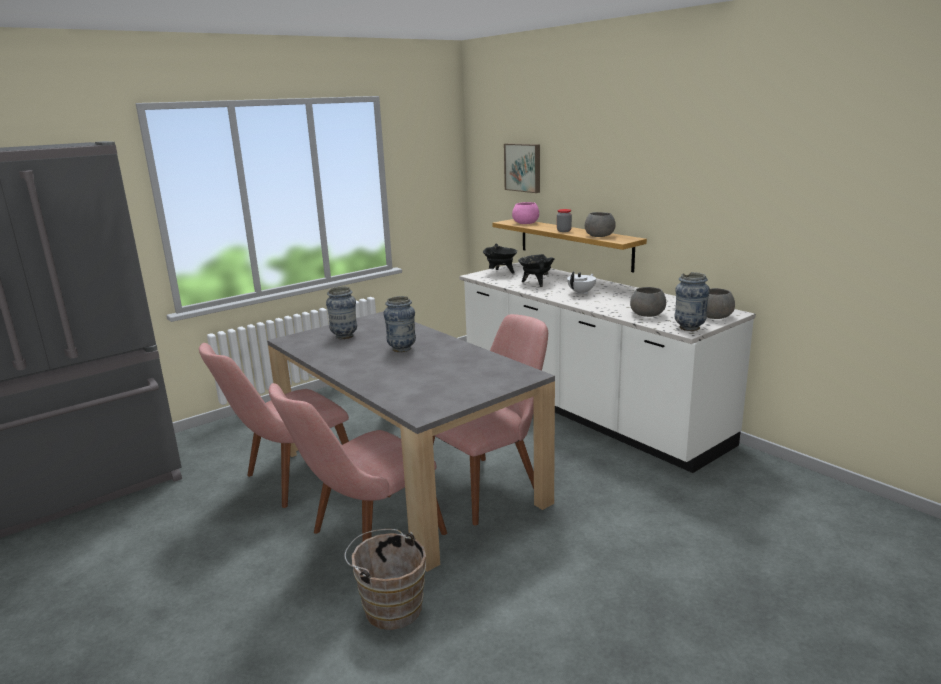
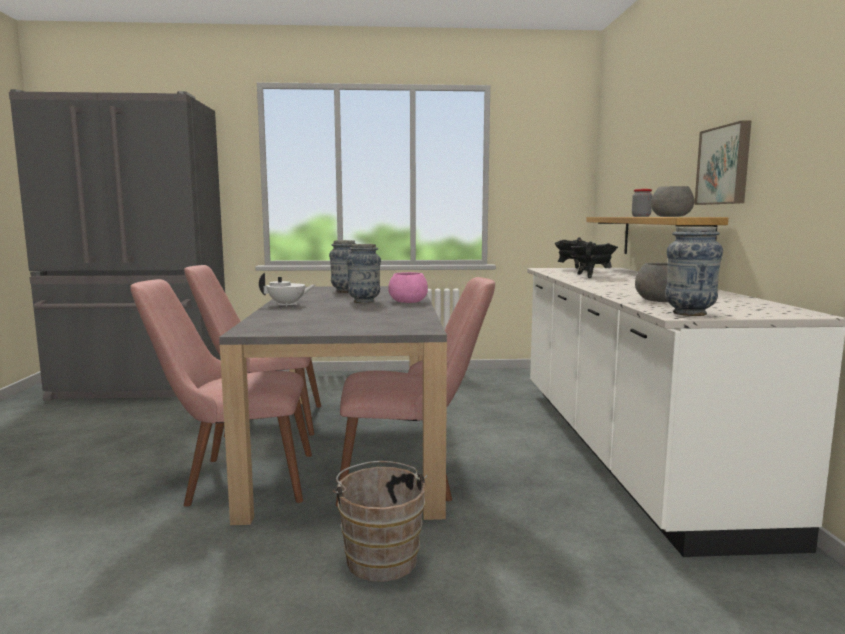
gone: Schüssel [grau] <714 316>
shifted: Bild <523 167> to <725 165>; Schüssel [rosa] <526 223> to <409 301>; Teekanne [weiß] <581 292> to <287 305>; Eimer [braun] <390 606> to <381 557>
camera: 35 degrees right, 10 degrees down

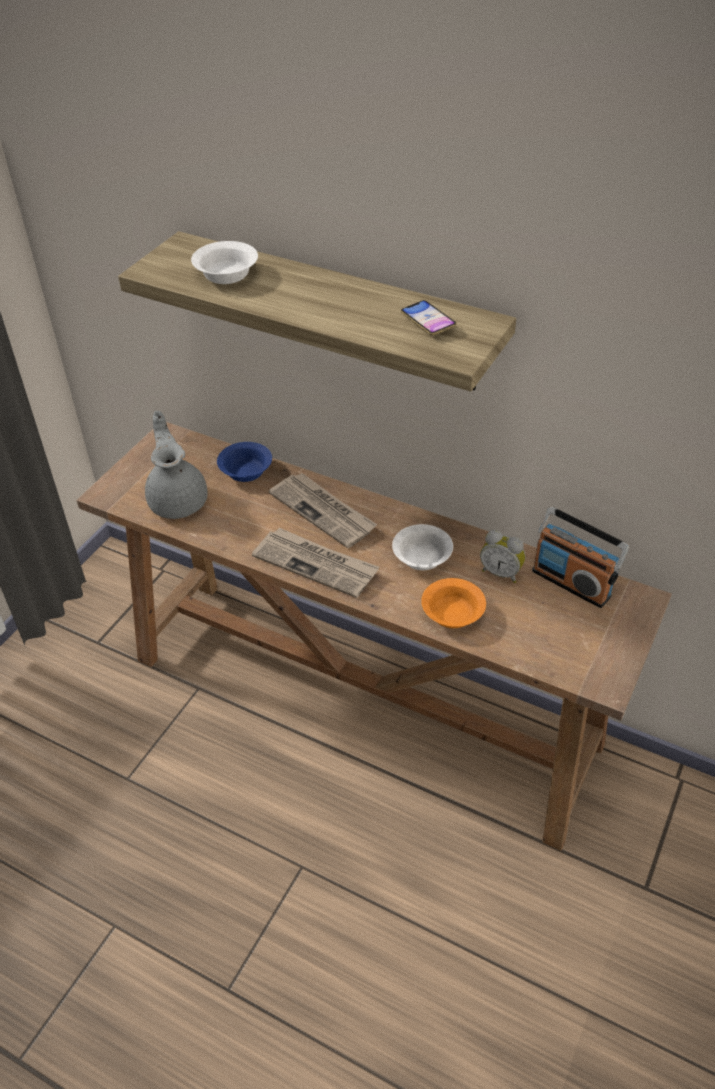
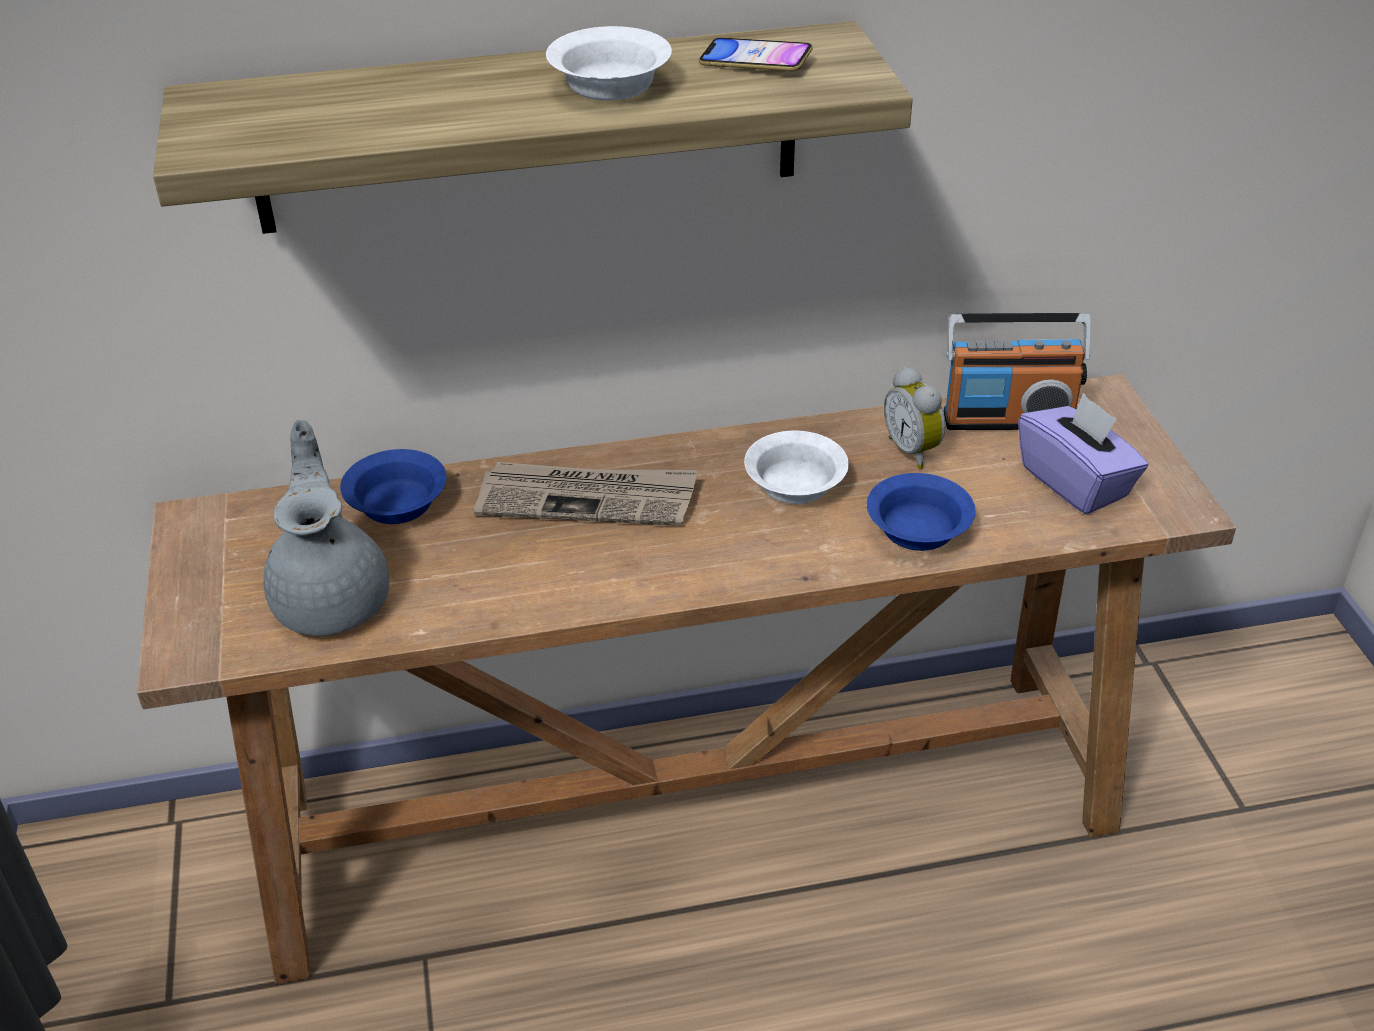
gone: Zeitung <316 564>
new: Taschentuchbox [lila] <1075 482>
shifted: Schüssel [weiß] <228 274> to <611 84>
repainted: Schüssel [orange] <453 615> to Schüssel [blau] <920 531>
rotated: Teekanne [grau] <178 500> = <333 598> 45 degrees clockwise; Wecker <501 572> = <914 450> 75 degrees clockwise
camera: 40 degrees left, 5 degrees down

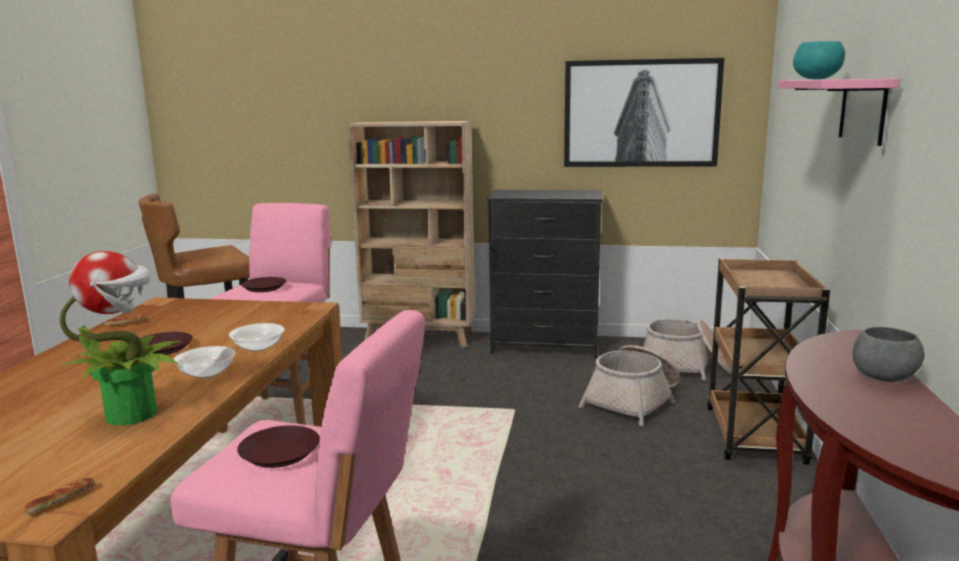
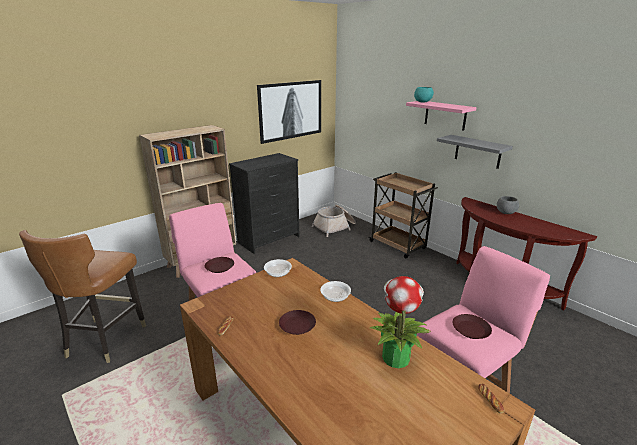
gone: Korb <633 401>
new: Wandregal [grau] <478 151>
shifted: Schüssel <206 373> to <278 273>
camera: 50 degrees left, 10 degrees up

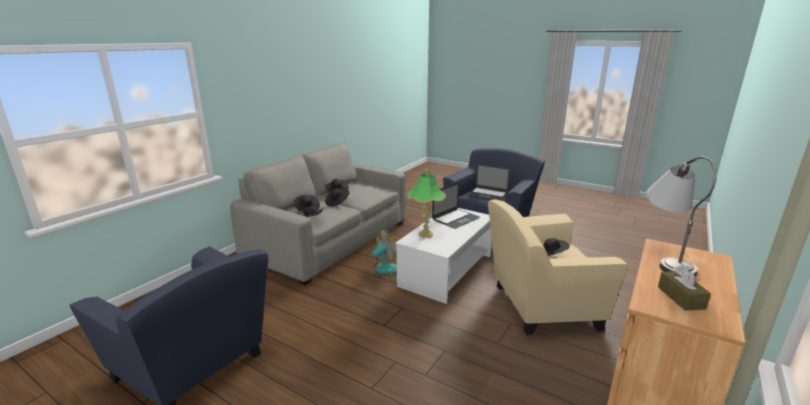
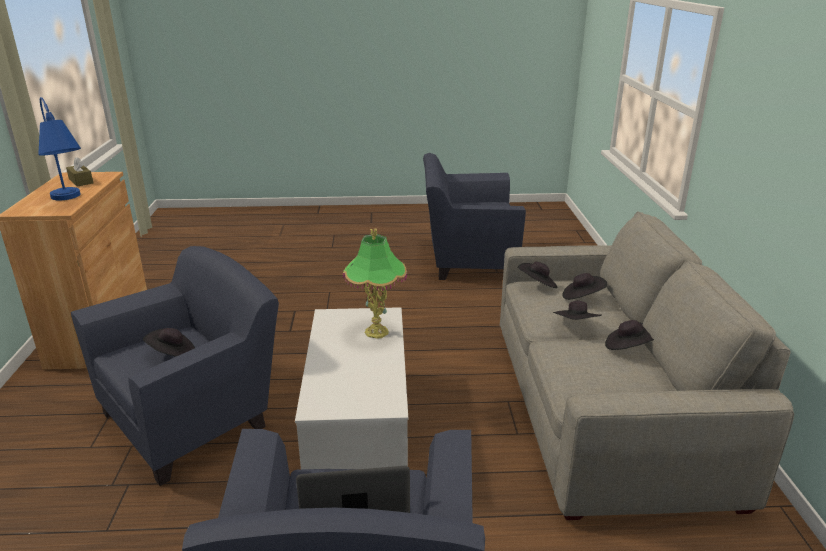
gone: Laptop <455 218>; Ventilator <382 271>
repainted: Tischlampe [grau] <664 259> to Tischlampe [blau] <69 201>; Sessel [beige] <539 306> to Sessel [blau] <193 417>
camera: 145 degrees right, 5 degrees up

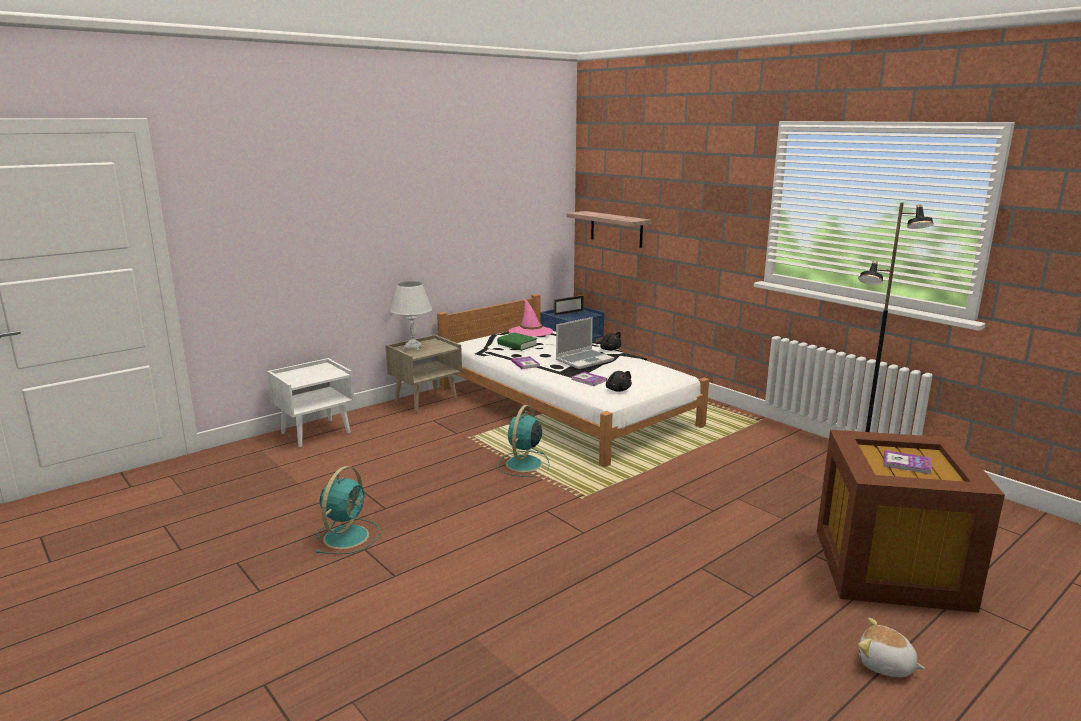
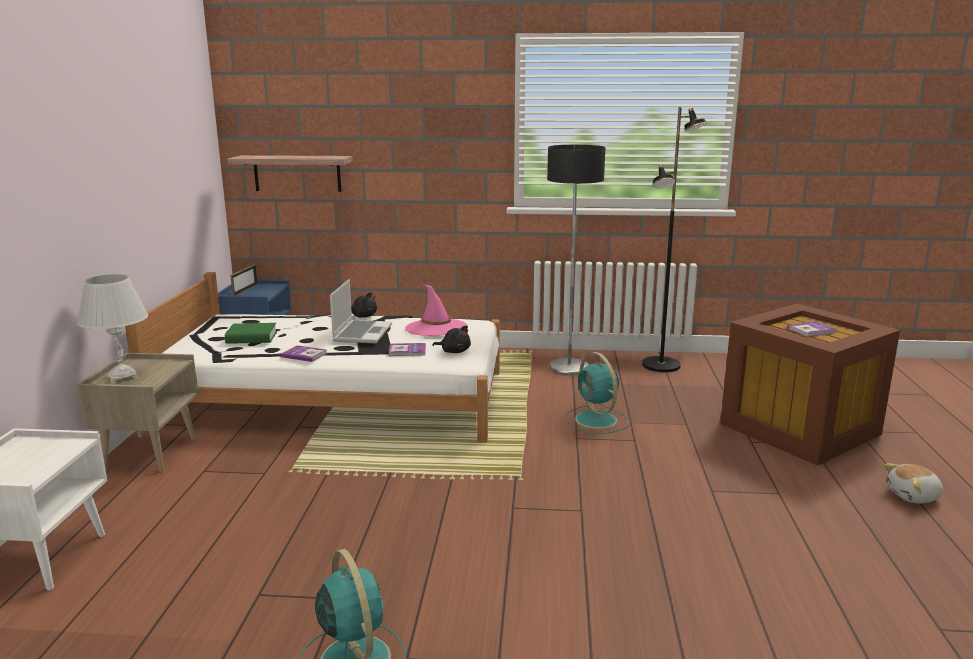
new: Stehlampe <569 368>
shifted: Hut [rosa] <530 332> to <436 328>; Ventilator [türkis] <523 464> to <597 420>
camera: 45 degrees left, 0 degrees up

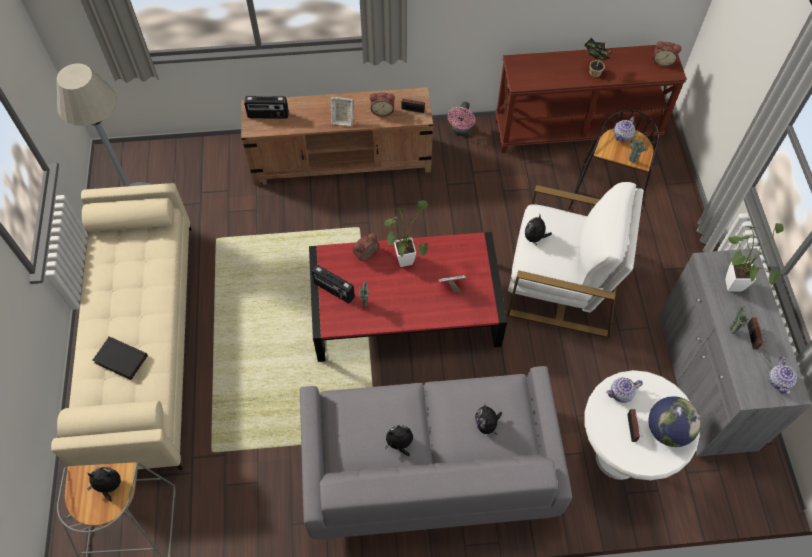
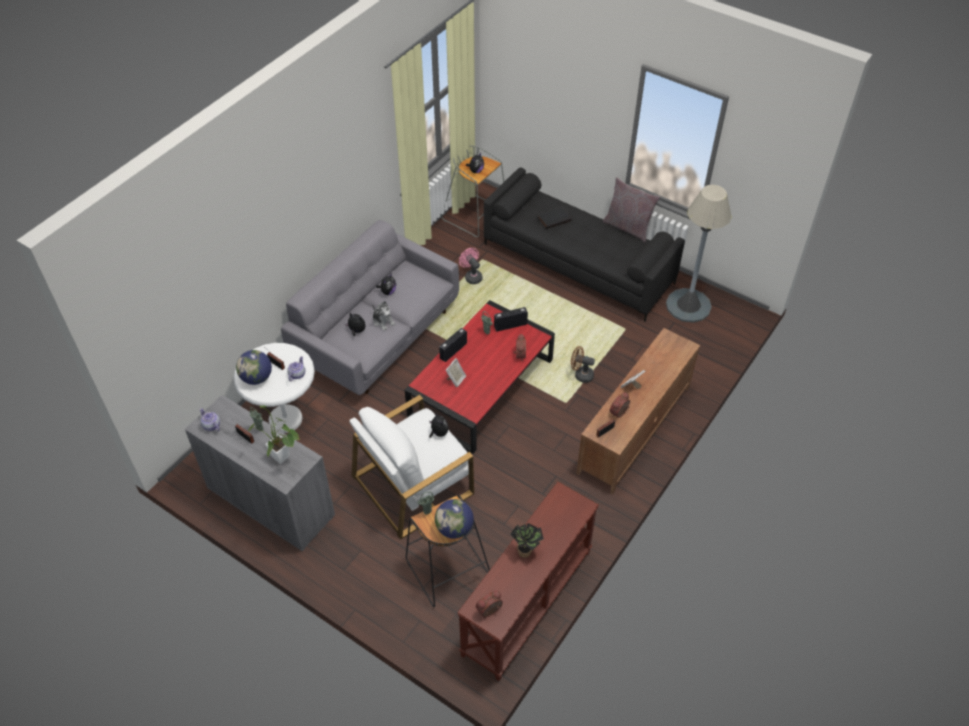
gone: Topfpflanze <404 257>
new: Kissen [grau] <628 227>; Plüschtier <383 321>; Ventilator [braun] <581 375>
shifted: Radio <268 115> to <453 351>; Ventilator [rosa] <461 131> to <471 276>
swapped: Teekanne <623 135> to Globus <454 528>
repainted: Sofa [beige] <141 343> to Sofa [schwarz] <579 263>
camera: 130 degrees right, 10 degrees down

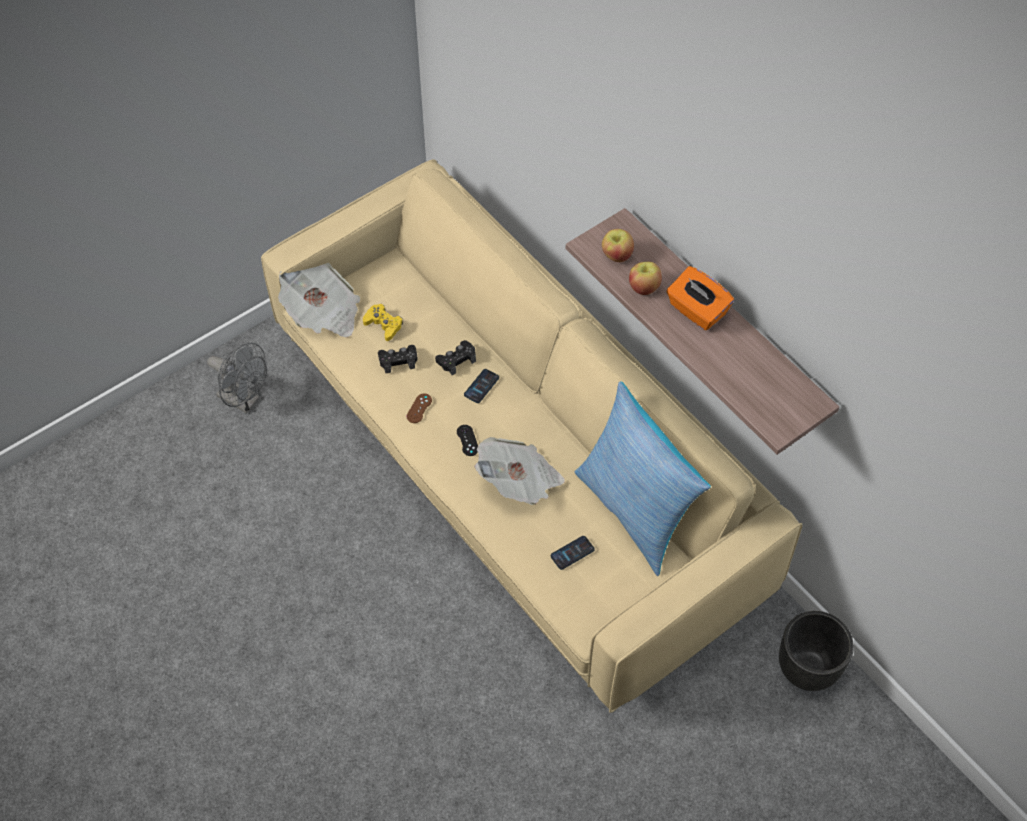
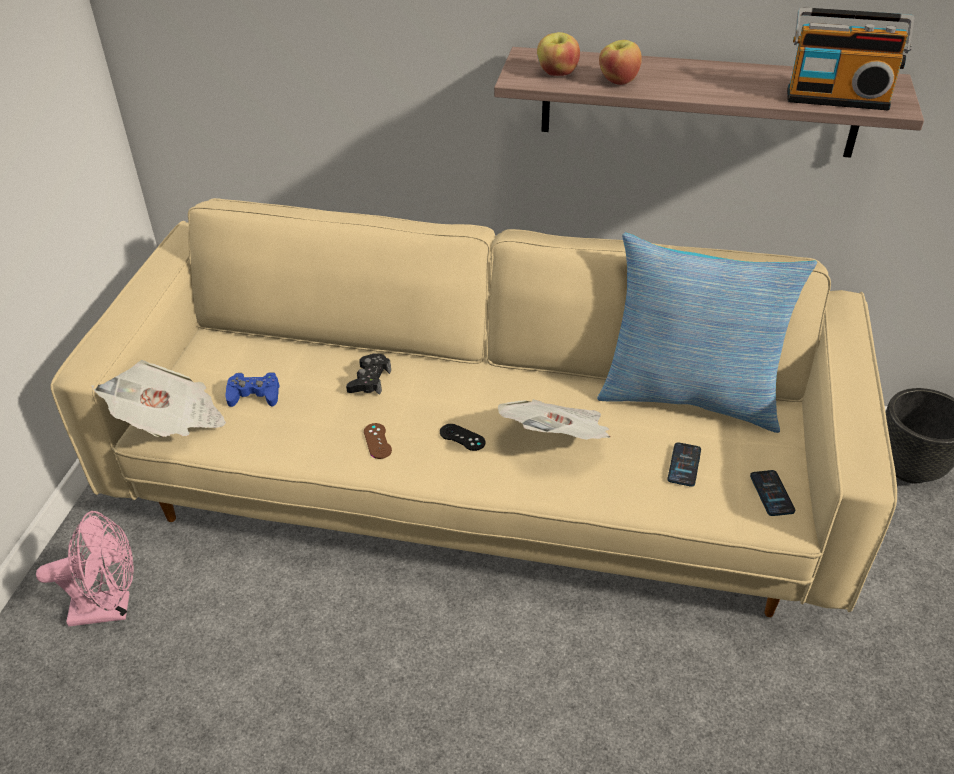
gone: Taschentuchbox [orange] <697 311>; Gamepad [schwarz] <398 361>
new: Radio <837 98>
shifted: Handy <481 386> to <771 493>
repainted: Gamepad [gelb] <383 325> to Gamepad [blau] <254 395>; Ventilator [grau] <244 400> to Ventilator [rosa] <110 608>
camera: 40 degrees left, 15 degrees down

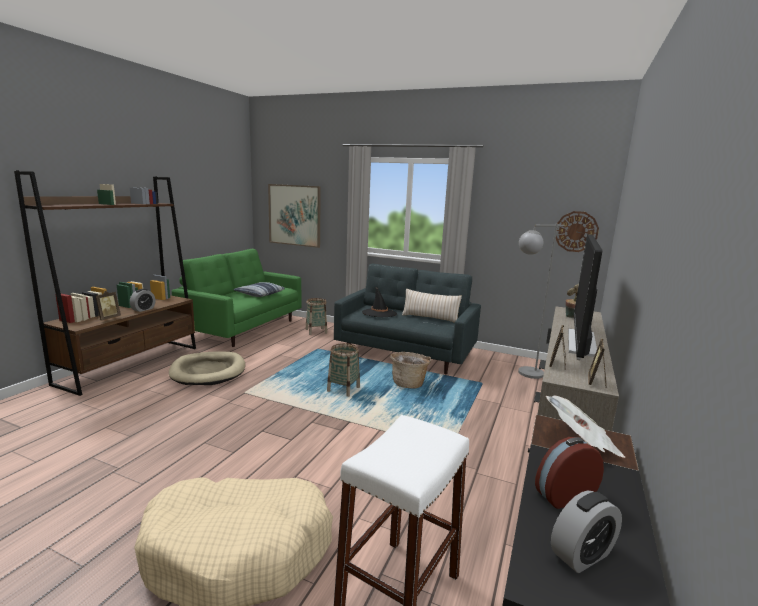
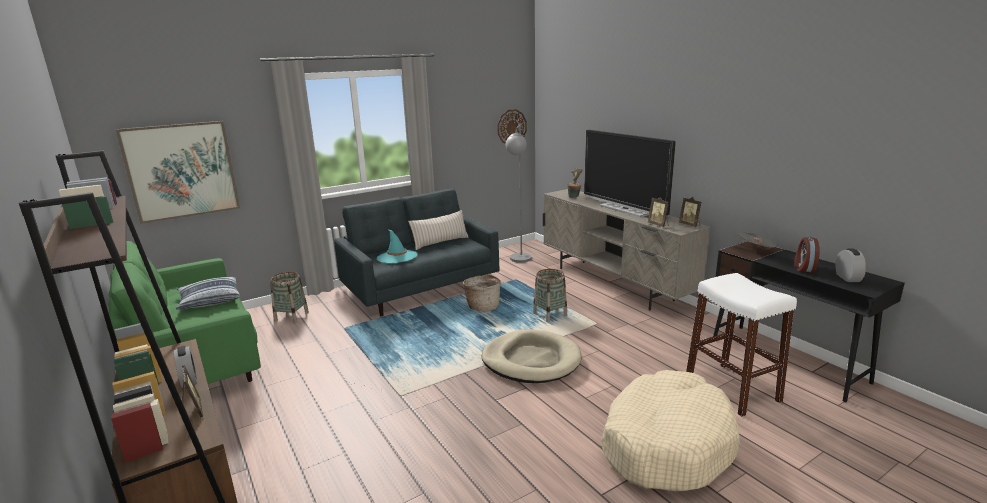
shifted: Korb <343 389> to <550 315>; Hundebett [beige] <208 371> to <531 360>
repainted: Hut [schwarz] <379 313> to Hut [türkis] <397 257>
camera: 55 degrees left, 5 degrees up

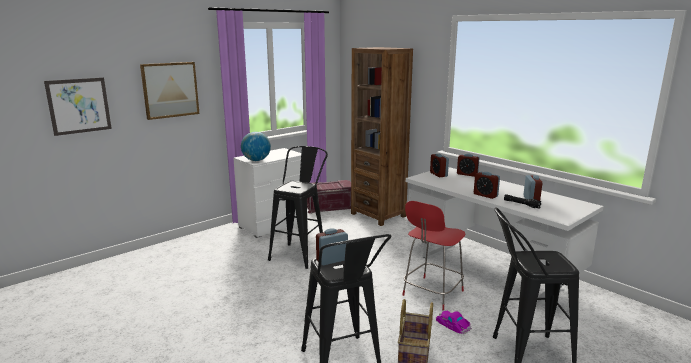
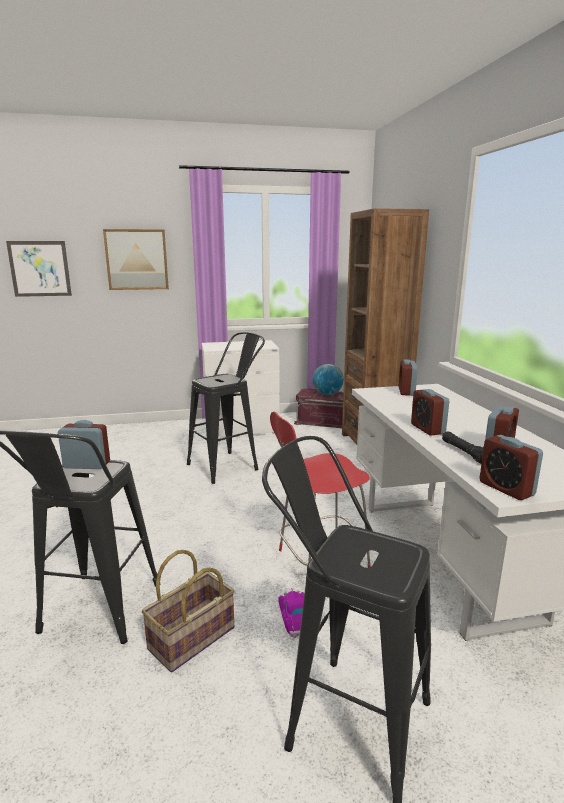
shifted: Globus <256 160> to <327 394>; Wecker <467 174> to <506 488>
camera: 30 degrees right, 0 degrees up

